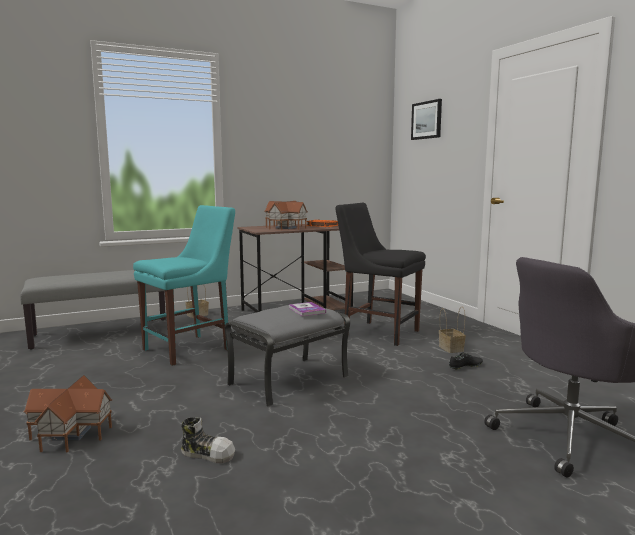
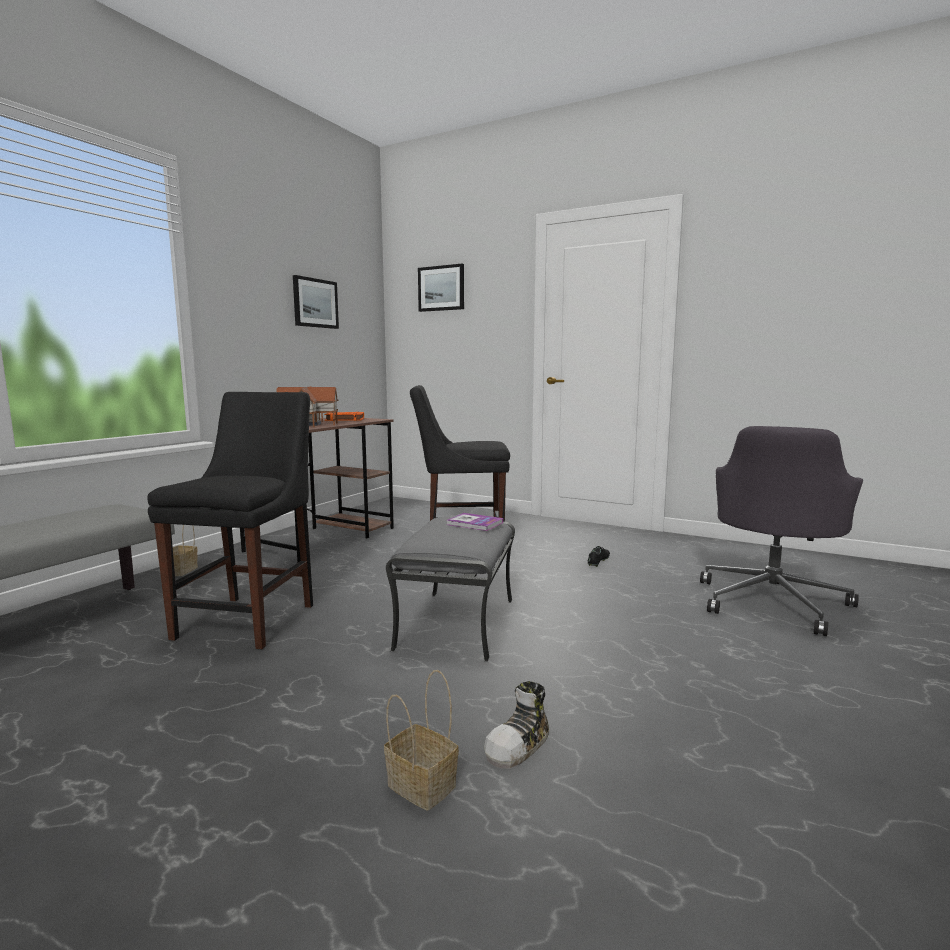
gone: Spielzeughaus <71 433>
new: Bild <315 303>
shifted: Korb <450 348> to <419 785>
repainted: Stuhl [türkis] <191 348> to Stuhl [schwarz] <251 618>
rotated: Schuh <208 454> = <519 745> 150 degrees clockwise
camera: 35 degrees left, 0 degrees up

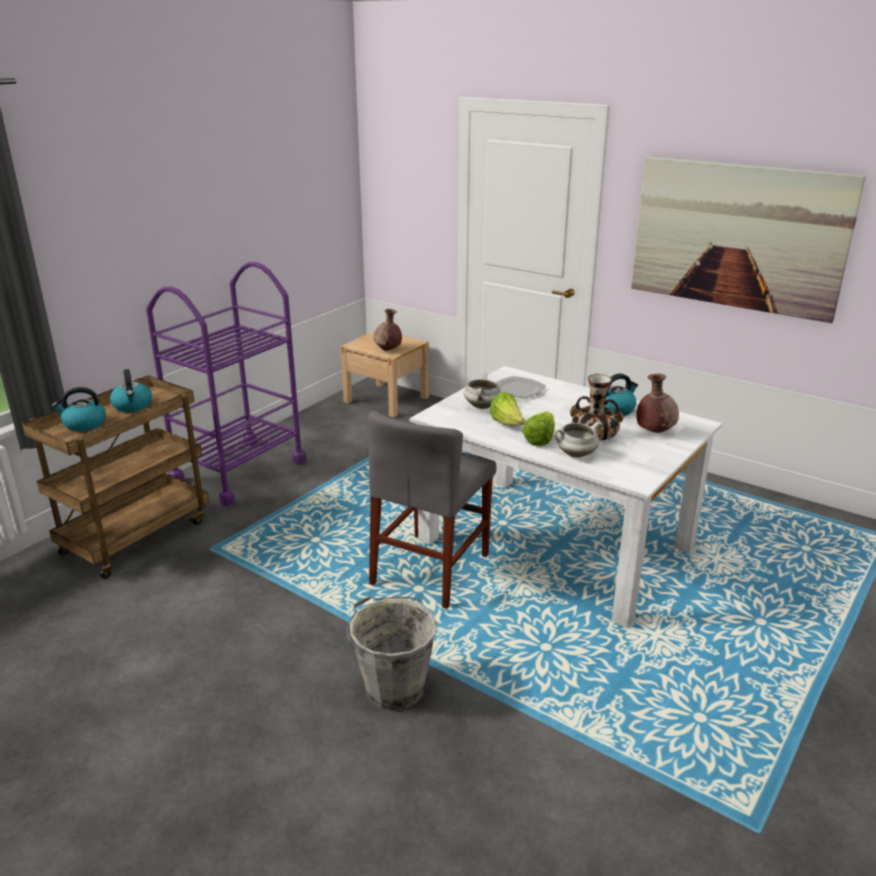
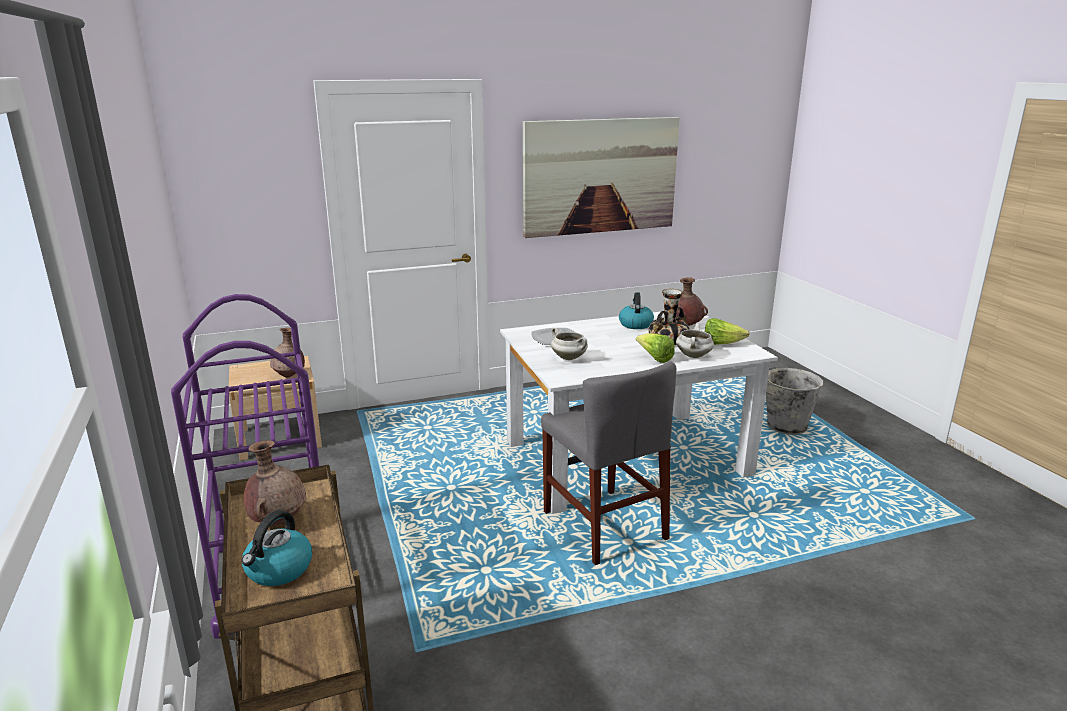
shifted: Salatkopf <507 424> to <721 344>; Eimer [grau] <393 687> to <784 427>
swapped: Wasserkessel <133 406> to Vase [braun] <279 521>
camera: 55 degrees left, 5 degrees down

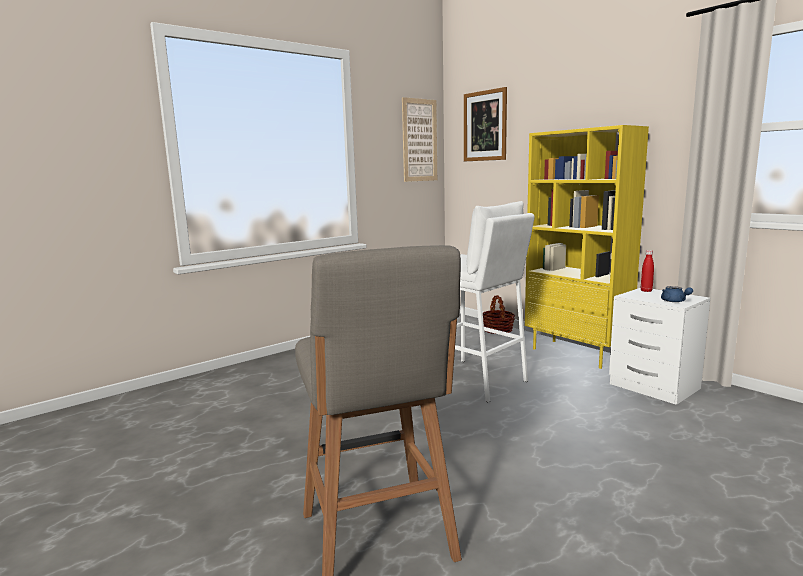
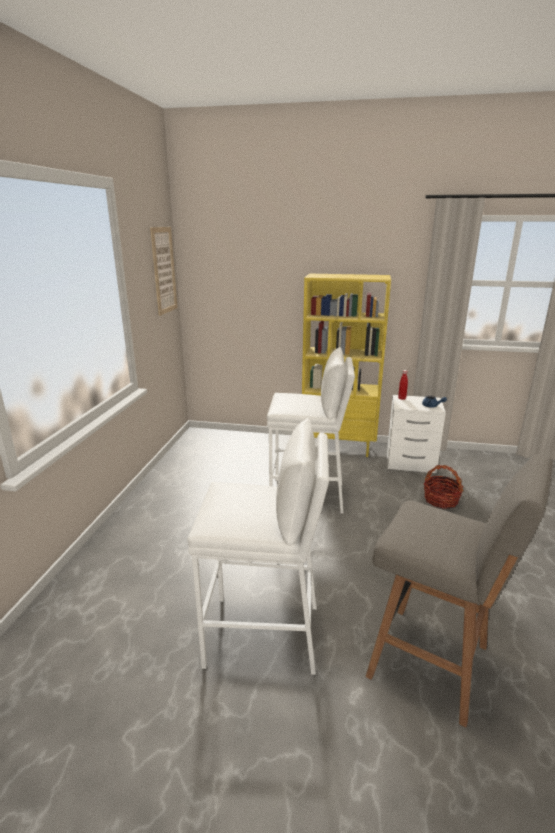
gone: Bild <485 126>
new: Hocker [weiß] <263 635>
shifted: Korb <497 330> to <440 500>
camera: 40 degrees left, 10 degrees up

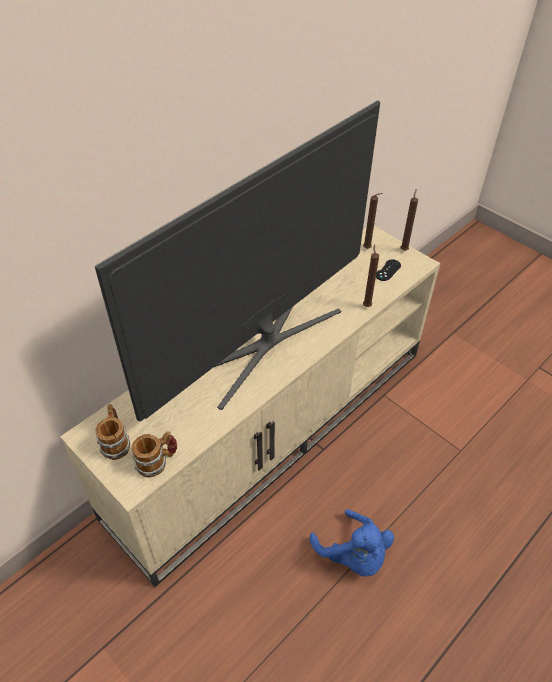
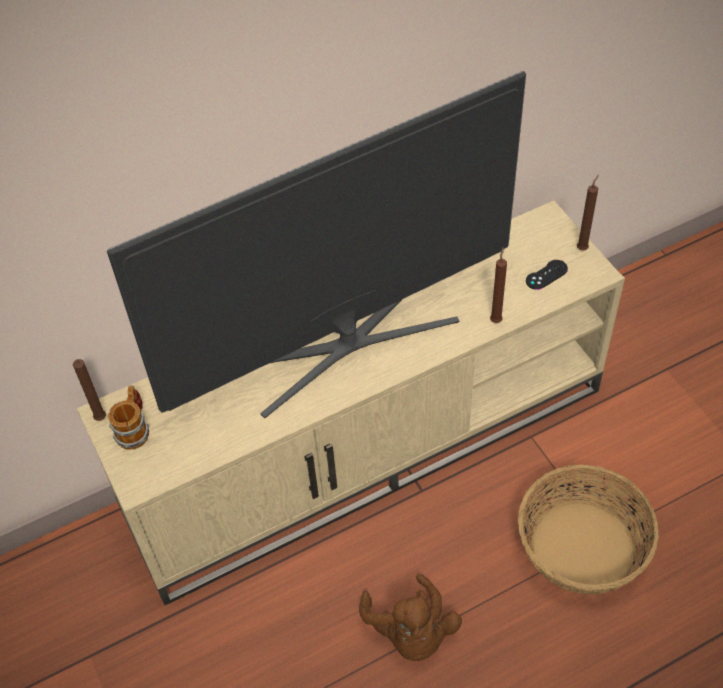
gone: Henkelbecher <157 462>
new: Korb <582 546>
shifted: Kerze [braun] <368 249> to <102 419>
repainted: Plüschtier [blau] <353 555> to Plüschtier [braun] <411 632>
camera: 20 degrees right, 5 degrees up

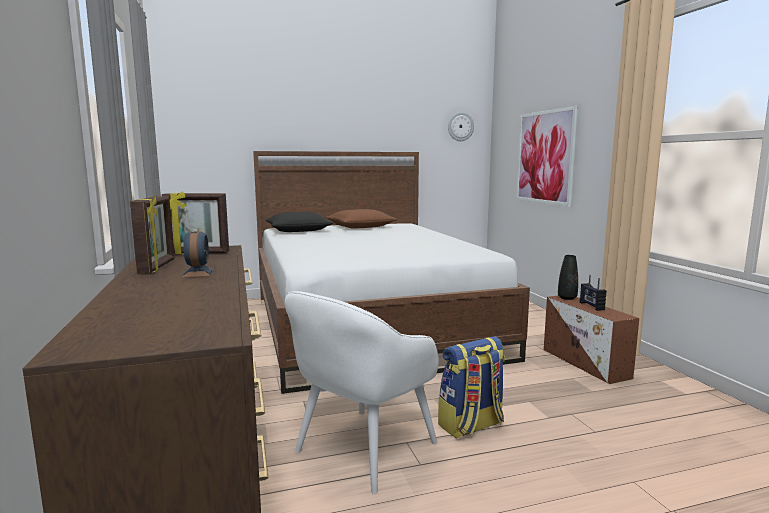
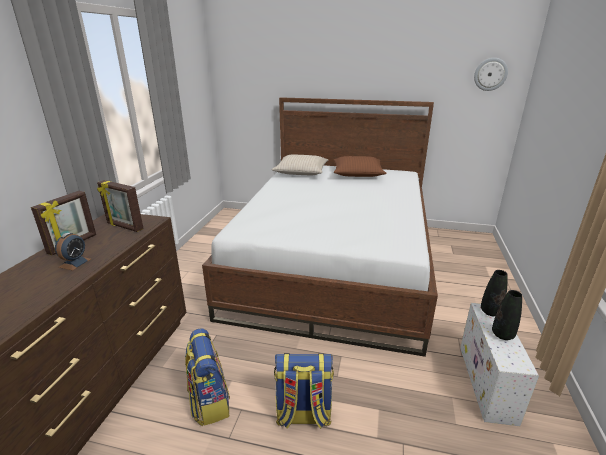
gone: Bild <544 157>
swapped: Radio <591 306> to Vase [schwarz] <502 335>; Sessel [weiß] <364 448> to Rucksack <209 402>
repainted: Kissen [schwarz] <298 230> to Kissen [beige] <301 172>; Aufbewahrungsbox [braun] <586 363> to Aufbewahrungsbox [weiß] <487 383>
camera: 30 degrees right, 15 degrees up

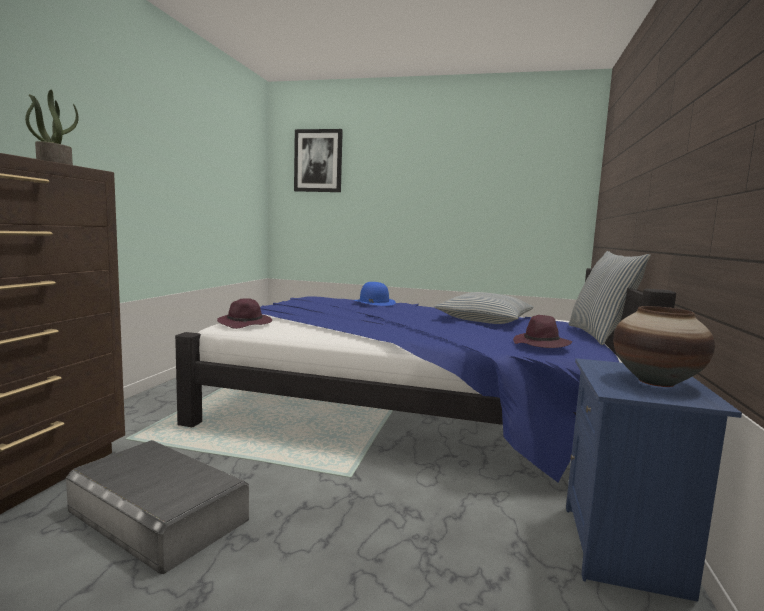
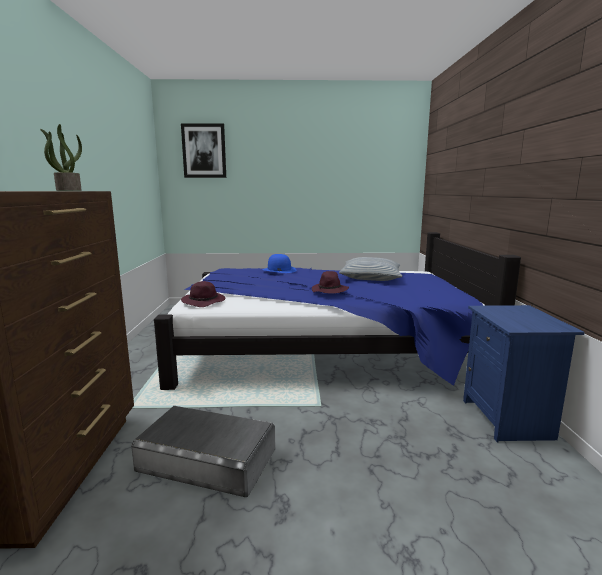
gone: Kissen <600 335>; Vase <656 382>
shifted: Hut [lila] <541 345> to <330 291>
camera: 15 degrees left, 5 degrees up

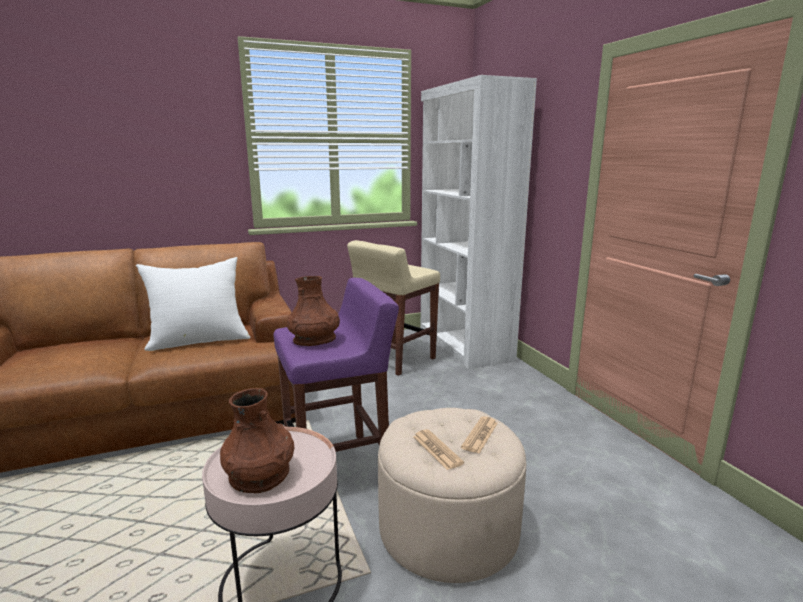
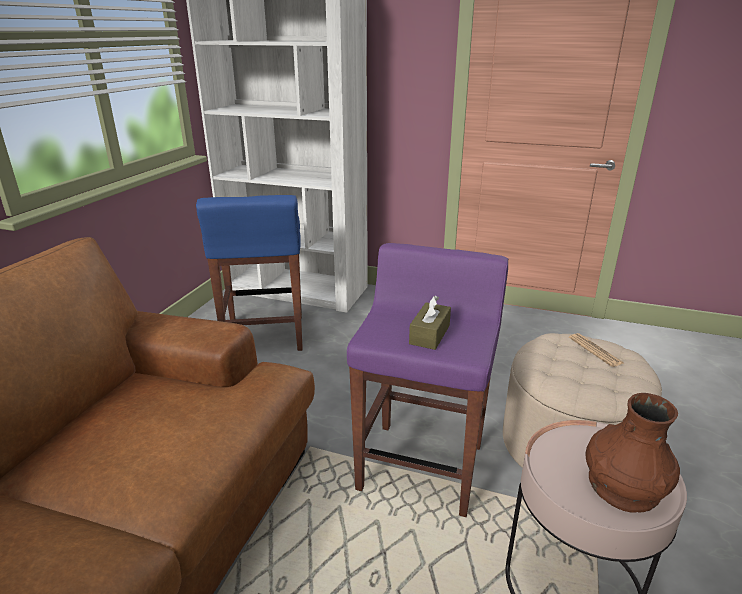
gone: Kissen [weiß] <199 340>; Zeitung <437 450>
swapped: Vase [braun] <314 340> to Taschentuchbox [braun] <429 334>
repainted: Hocker [beige] <394 359> to Hocker [blau] <264 336>
camera: 50 degrees left, 10 degrees up

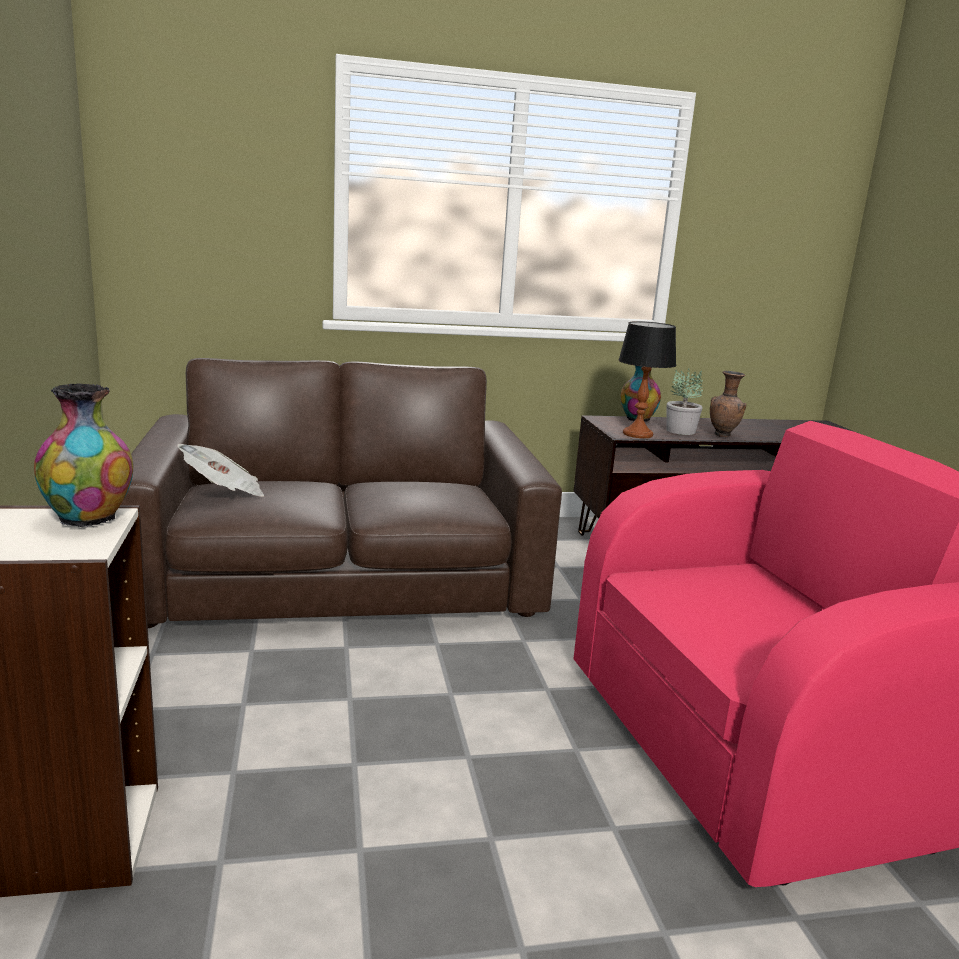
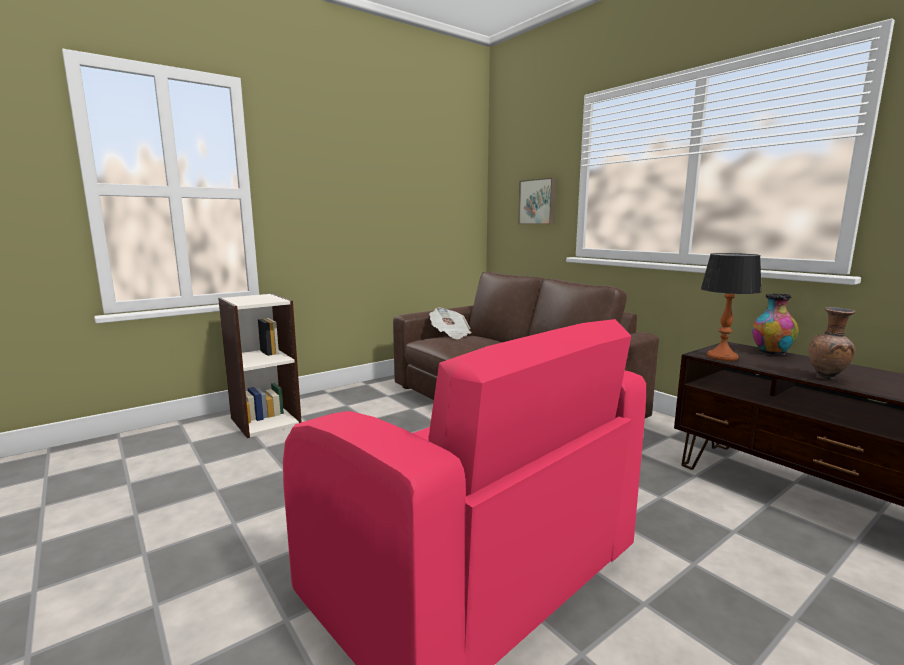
gone: Topfpflanze <680 431>; Vase <89 519>
new: Bild <538 202>
camera: 65 degrees right, 5 degrees down

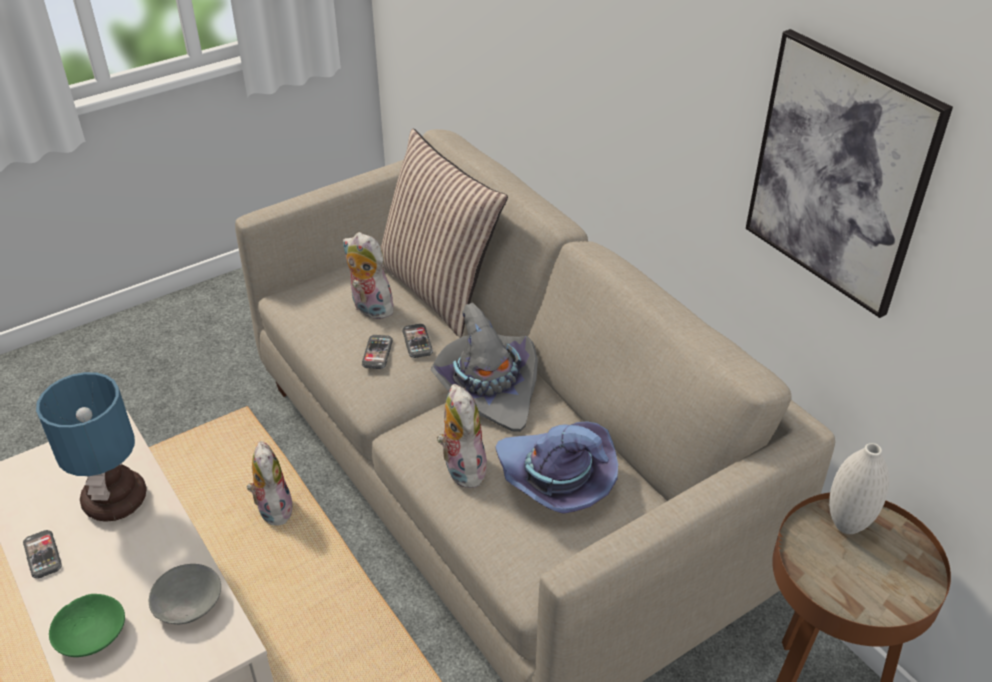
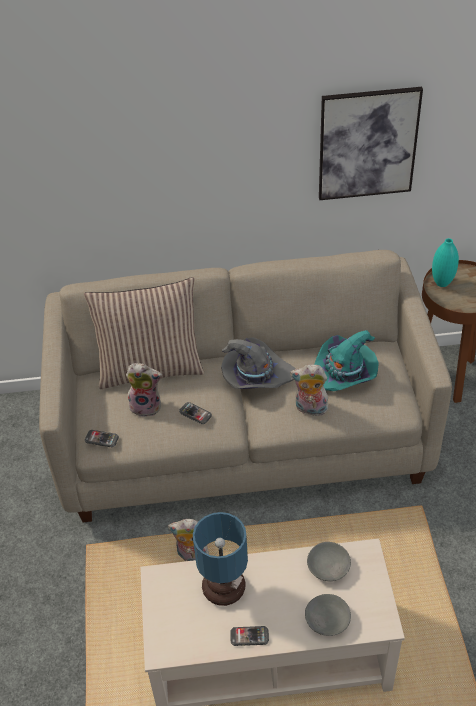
shifted: Handy <417 342> to <101 439>
repainted: Hut [lila] <555 480> to Hut [türkis] <342 374>; Vase [weiß] <847 525> to Vase [türkis] <442 283>; Schüssel [grün] <91 633> to Schüssel [grau] <326 619>
rotated: Plüschtier <369 308> = <147 406> 150 degrees counterclockwise
camera: 60 degrees left, 5 degrees up

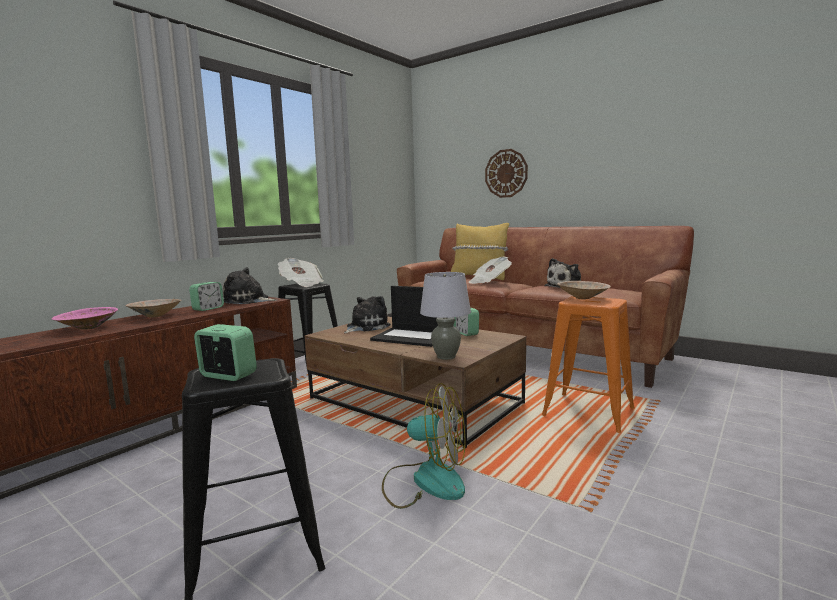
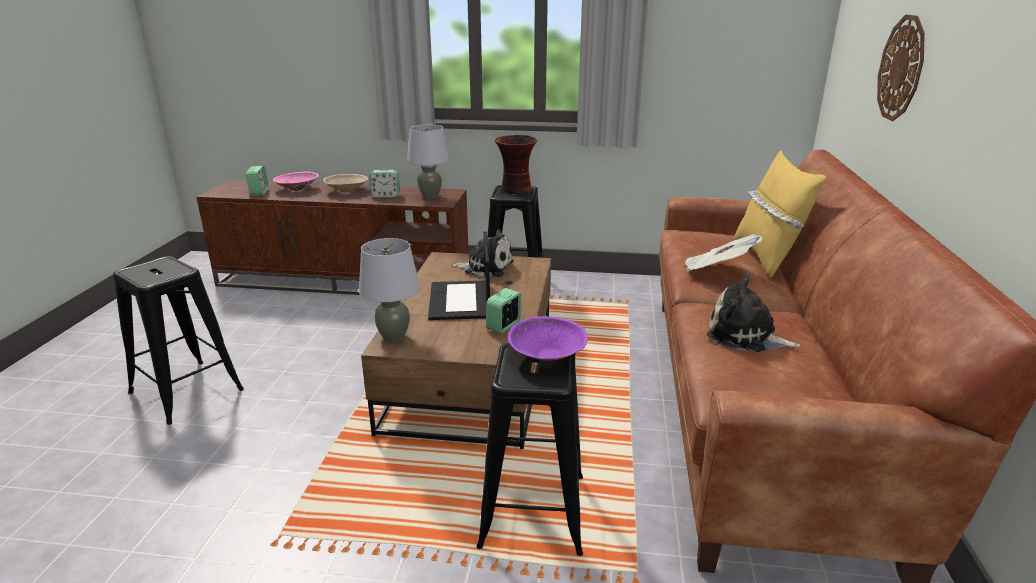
gone: Ventilator <425 481>
shifted: Wecker <228 376> to <259 192>
swapped: Zeitung <301 284> to Vase <516 190>; Plüschtier <248 301> to Tischlampe [grau] <430 196>
repainted: Schüssel [beige] <583 298> to Schüssel [lila] <547 356>; Hocker [orange] <589 412> to Hocker [schwarz] <533 511>
camera: 60 degrees right, 15 degrees up

